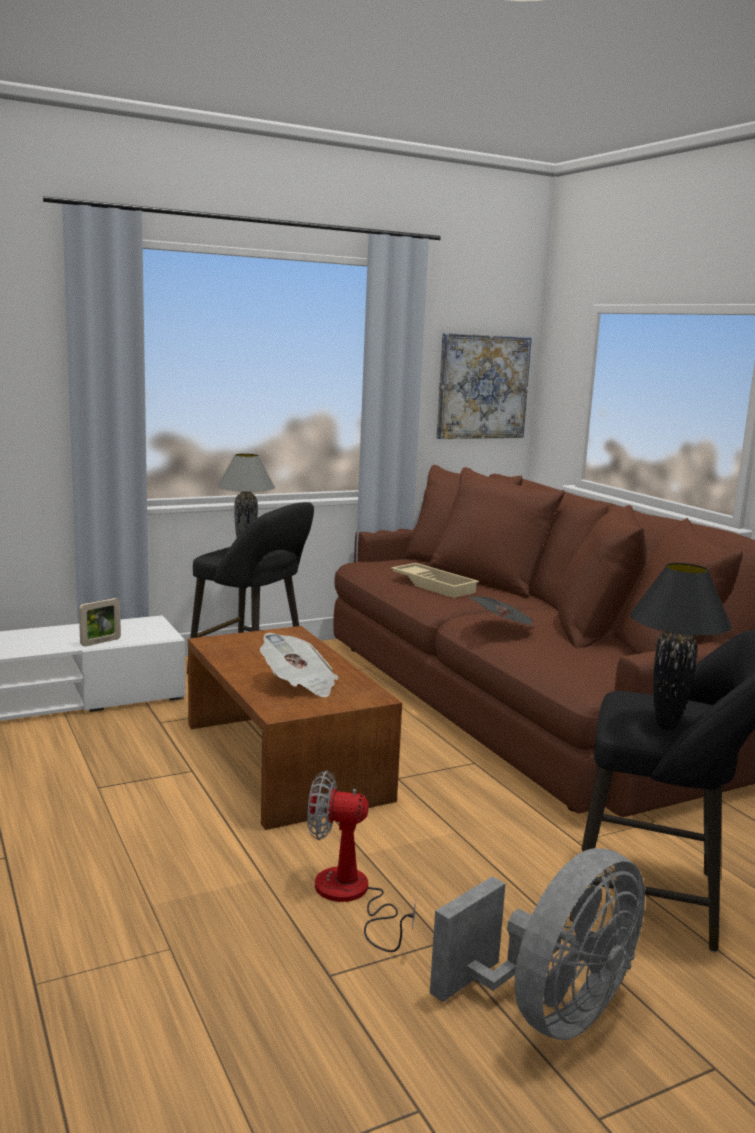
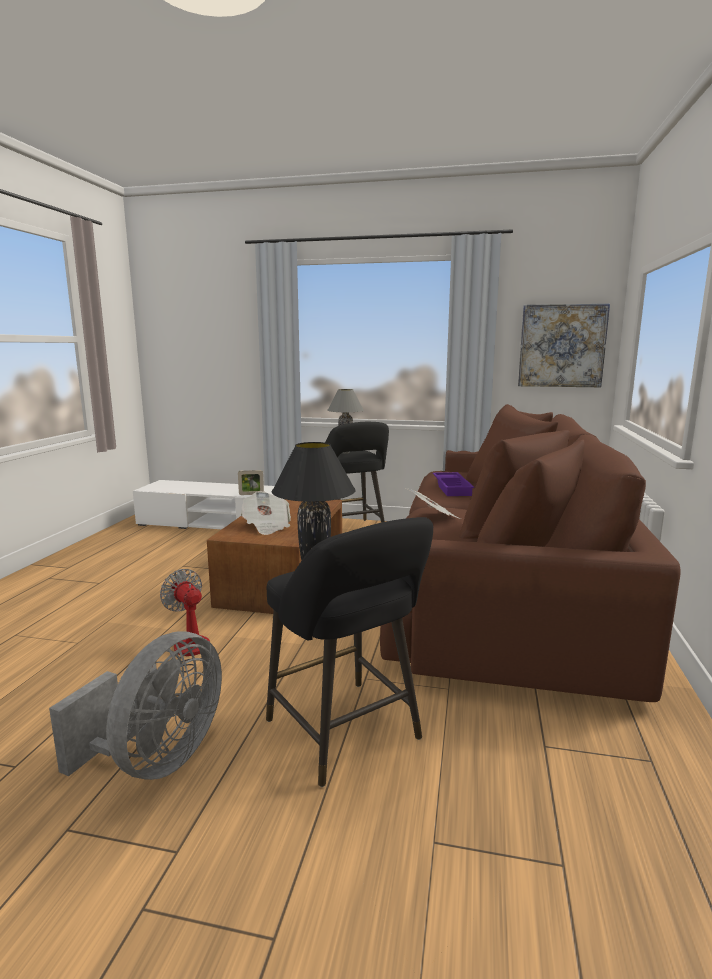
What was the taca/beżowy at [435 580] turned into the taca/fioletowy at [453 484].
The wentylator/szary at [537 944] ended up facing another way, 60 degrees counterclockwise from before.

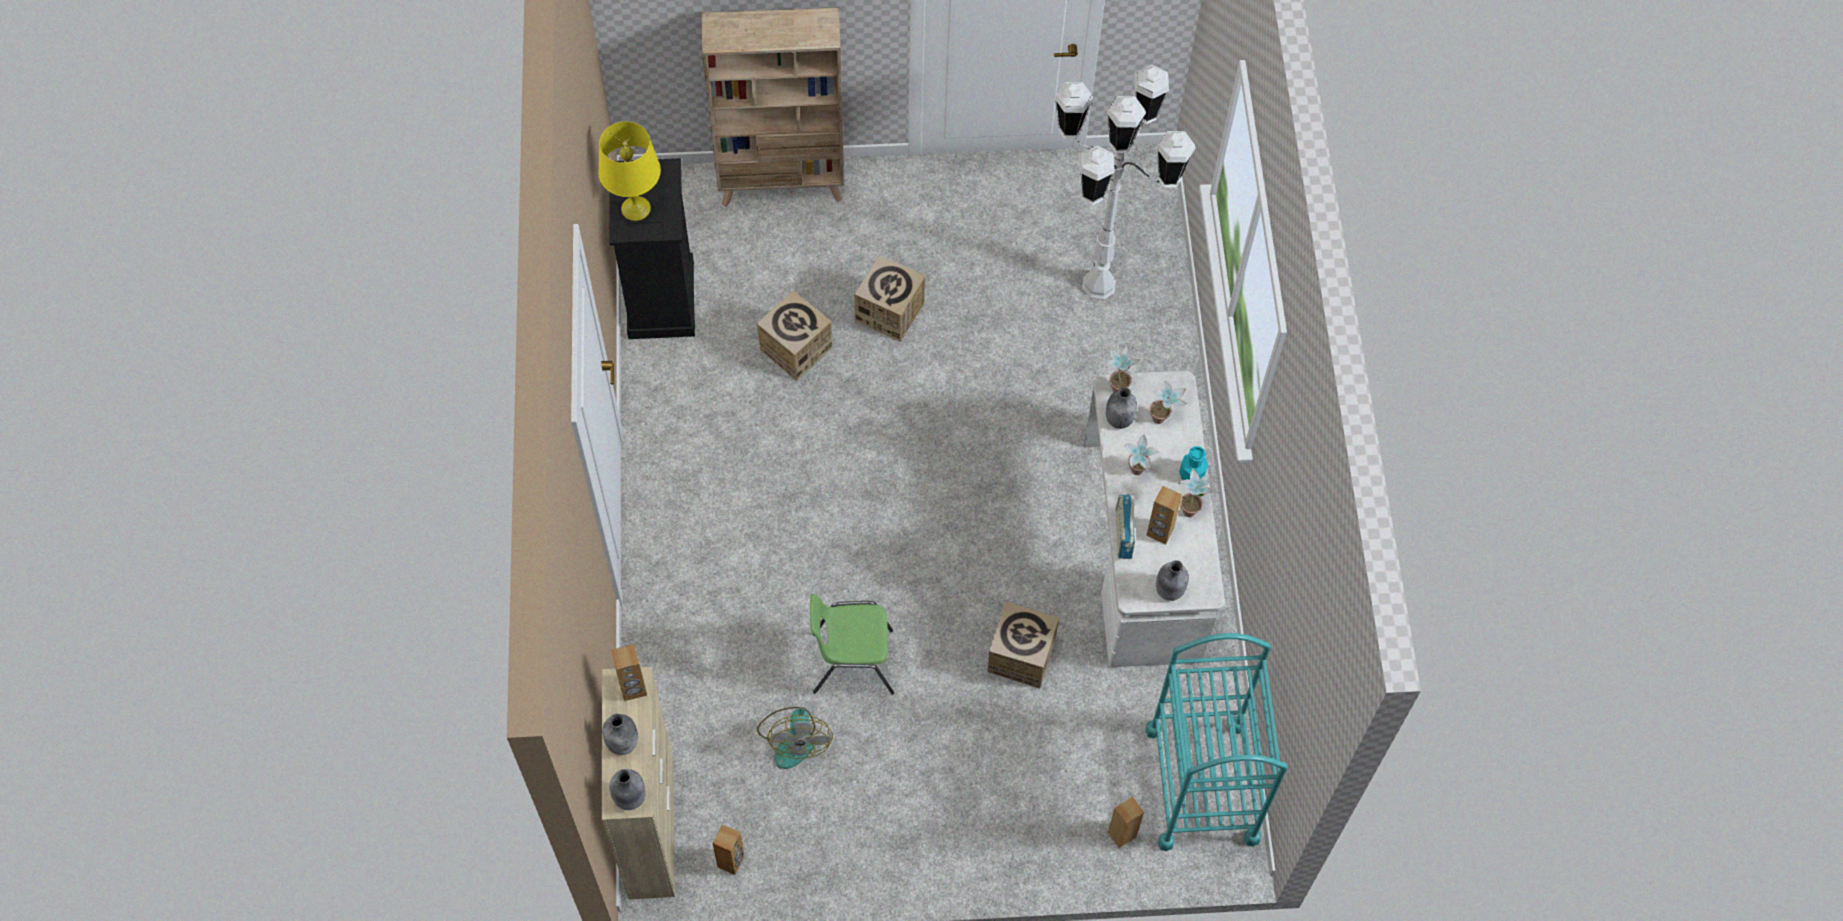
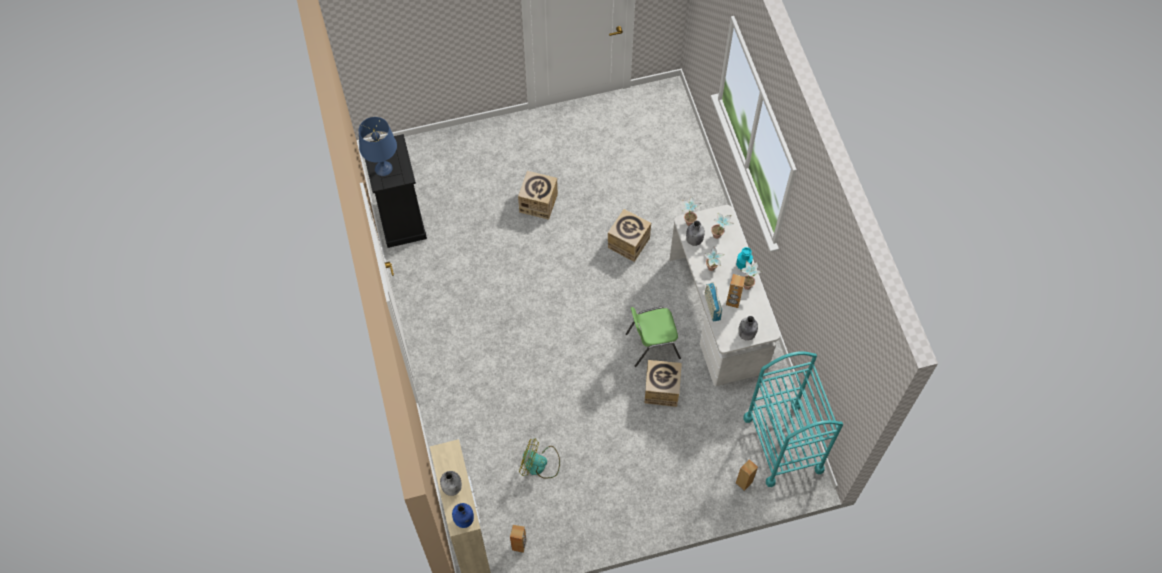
The second view lost the głośnik/brązowy at [629 672].
The second view lost the regał/beżowy at [772 107].
The second view lost the lampa stojąca/biały at [1125 182].
The karton ended up elsewhere, having gone from [795 336] to [629 235].
The krzesło/zielony ended up elsewhere, having gone from [852 644] to [653 337].
What was the lampa stołowa/żółty at [629 171] turned into the lampa stołowa/niebieski at [378 146].
What was the butelka/szary at [627 789] turned into the butelka/niebieski at [463 515].
The wentylator at [795 738] ended up facing another way, 120 degrees clockwise from before.

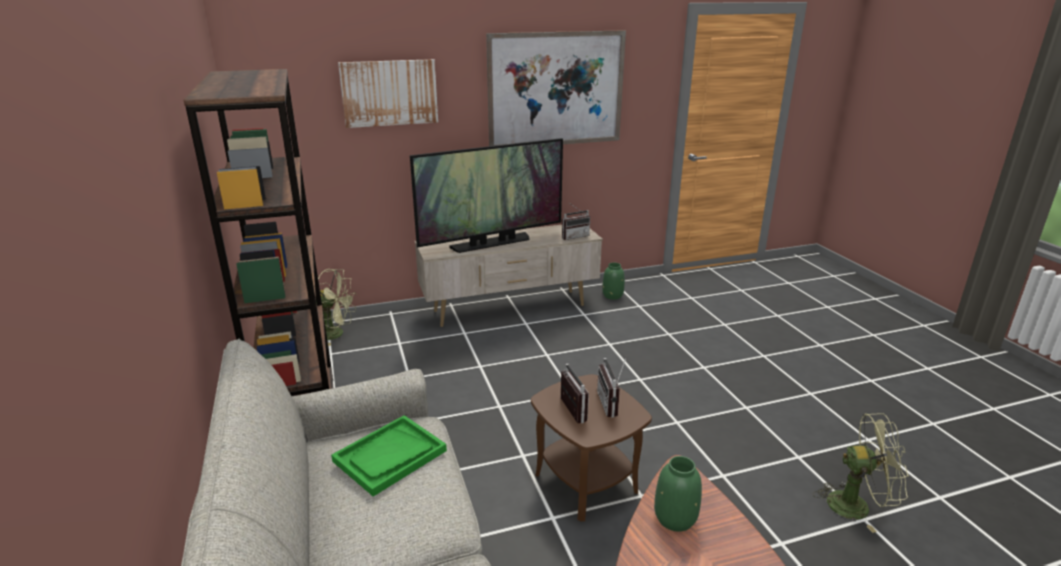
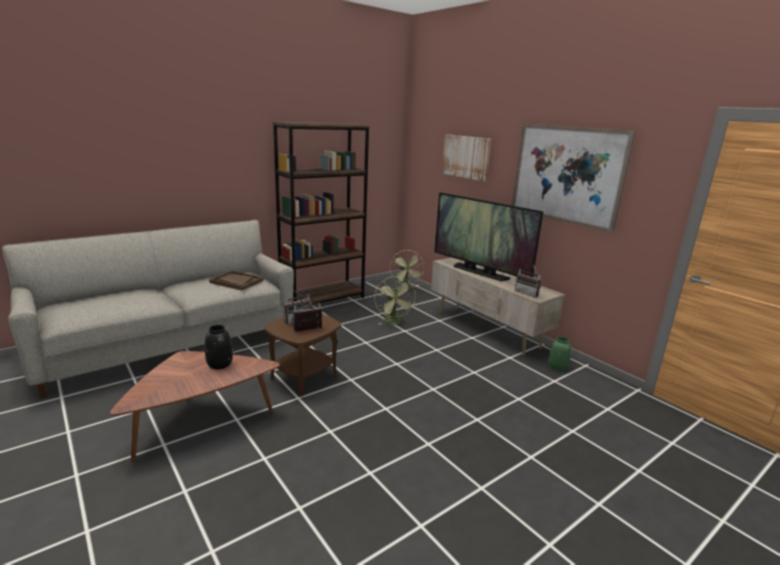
The wentylator/zielony ended up elsewhere, having gone from [861 473] to [395 300].
What was the taca/zielony at [389 456] turned into the taca/brązowy at [236 280].
What was the wazon/zielony at [678 494] turned into the wazon/czarny at [219 347].

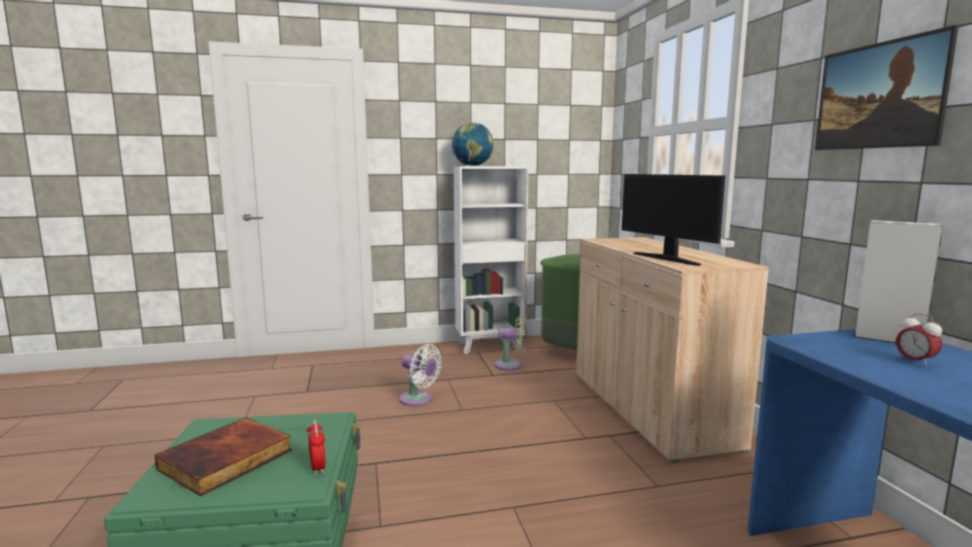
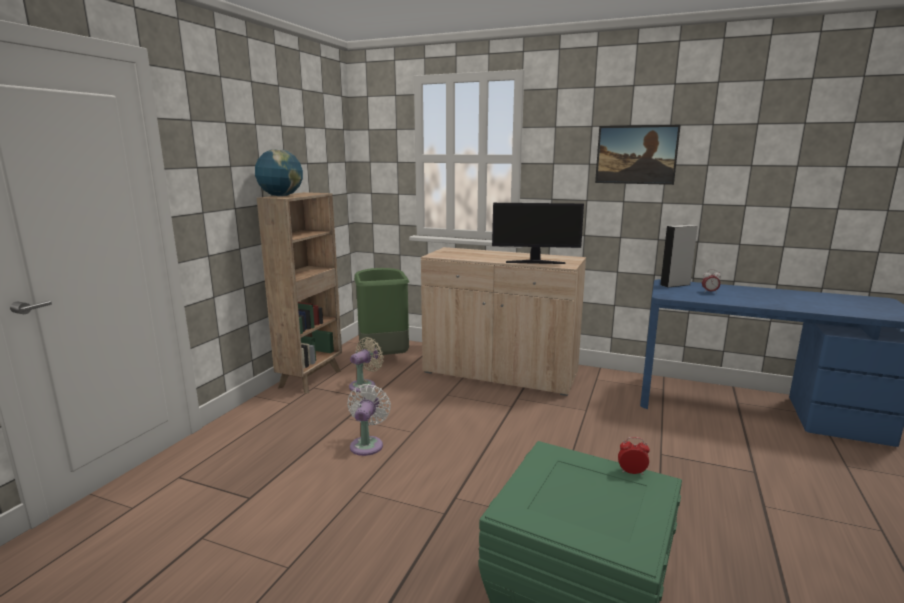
The second view lost the książka at [223 456].
What was the regał/biały at [491 260] turned into the regał/brązowy at [299 293].
The wentylator/biały at [420 375] ended up facing another way, 60 degrees counterclockwise from before.

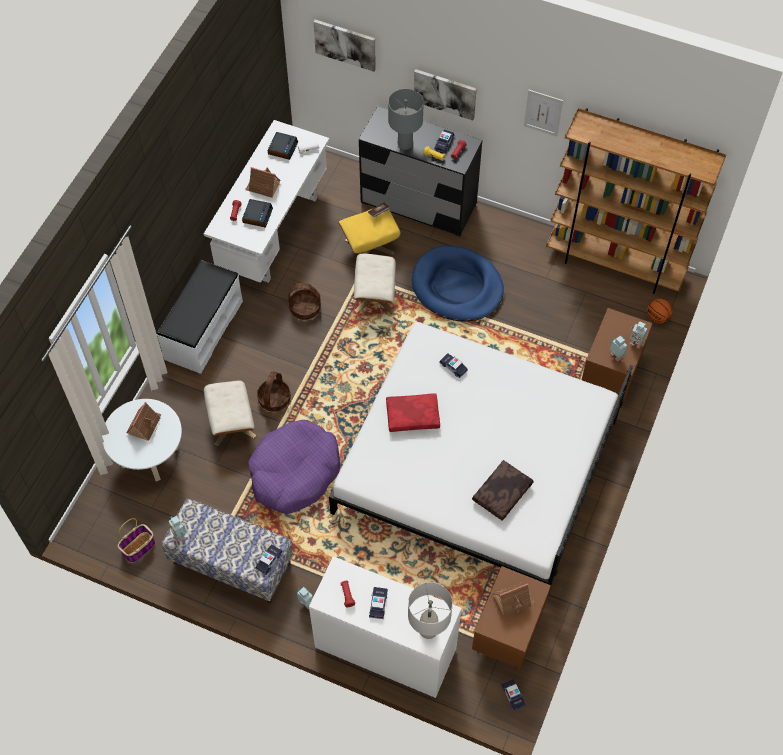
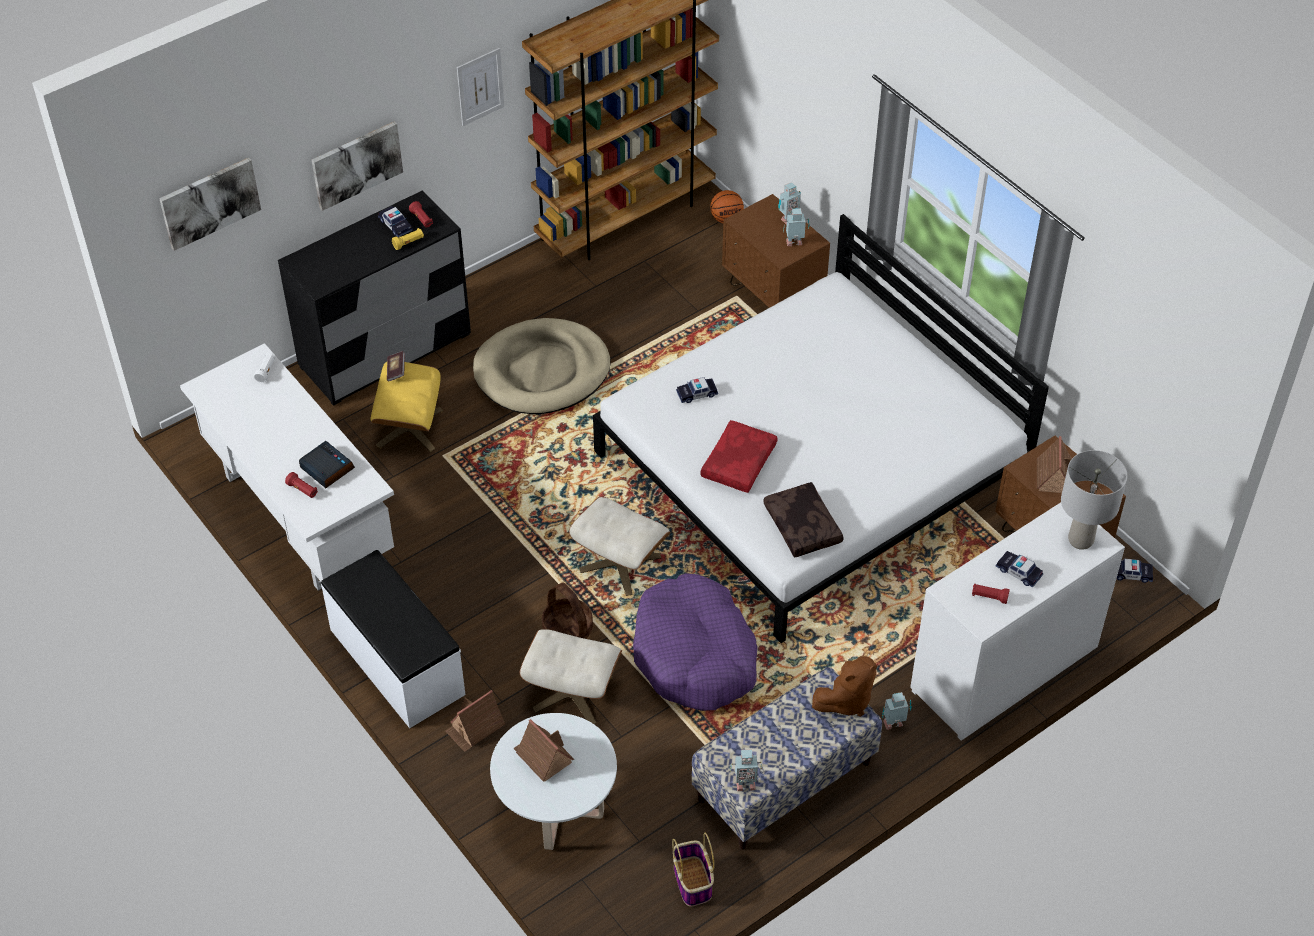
The second view lost the budzik at [283 146].
The second view lost the koszyk at [304 301].
The second view lost the lampa stołowa/szary at [406 119].
The domek ended up elsewhere, having gone from [263 182] to [475 721].
The pufa/beżowy ended up elsewhere, having gone from [375 283] to [620 546].
The poduszka/brązowy ended up elsewhere, having gone from [503 490] to [803 520].
Where the samochodzik stood at [269 559], the pluszak/brązowy came to stand at [844 686].
What was the legowisko/niebieski at [458 283] turned into the legowisko/beżowy at [542 366].

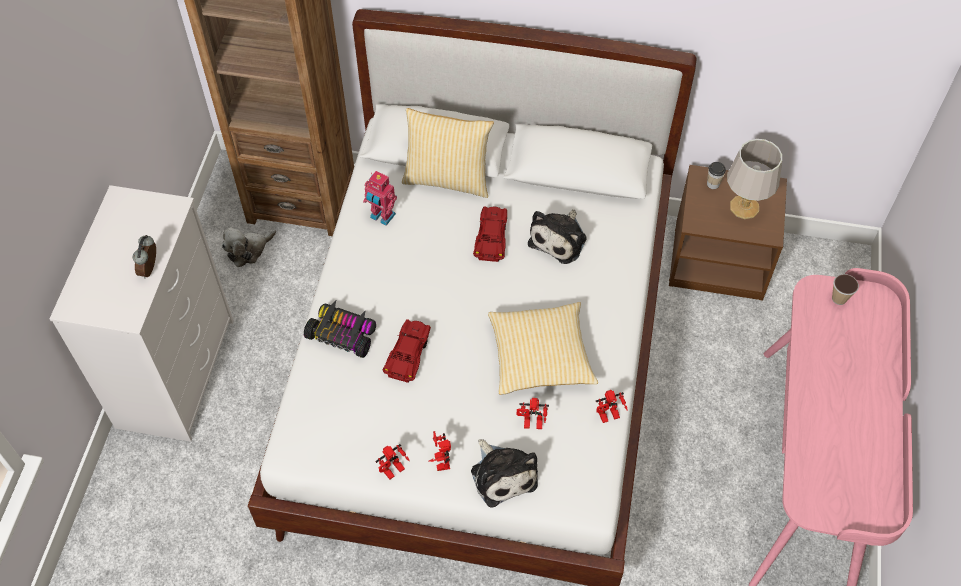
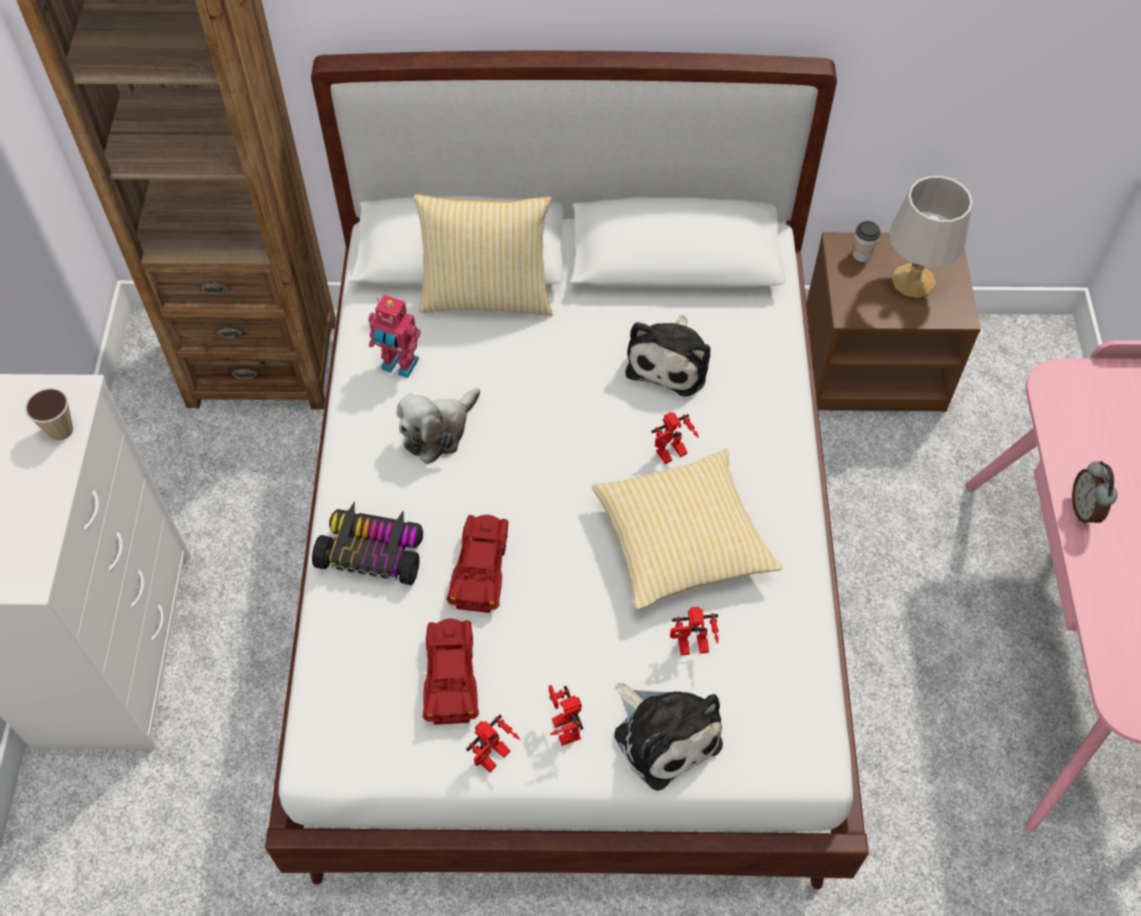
The budzik ended up elsewhere, having gone from [144 257] to [1095 493].
The pluszak ended up elsewhere, having gone from [249 247] to [438 426].
The samochodzik/czerwony ended up elsewhere, having gone from [490 234] to [450 672].
The robot zabawkowy ended up elsewhere, having gone from [612 406] to [675 438].
The filiżanka ended up elsewhere, having gone from [845 289] to [49 414].

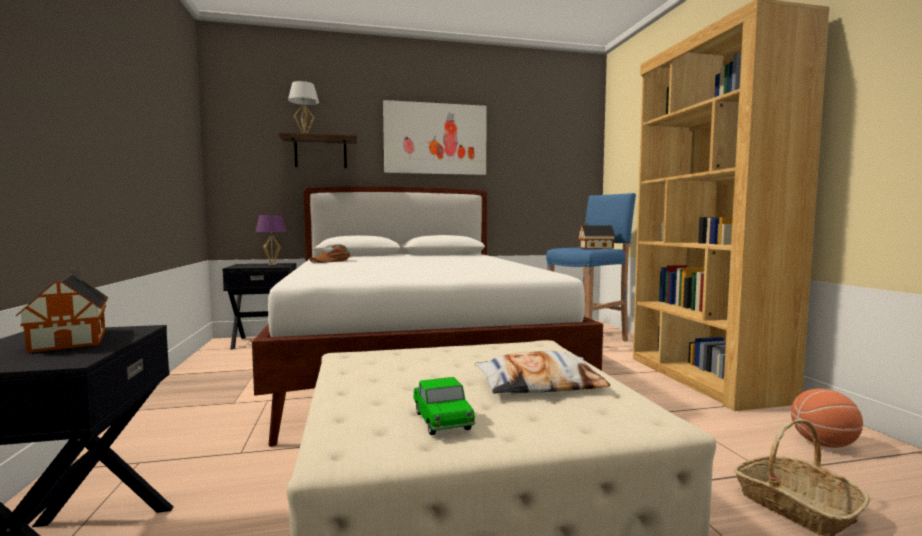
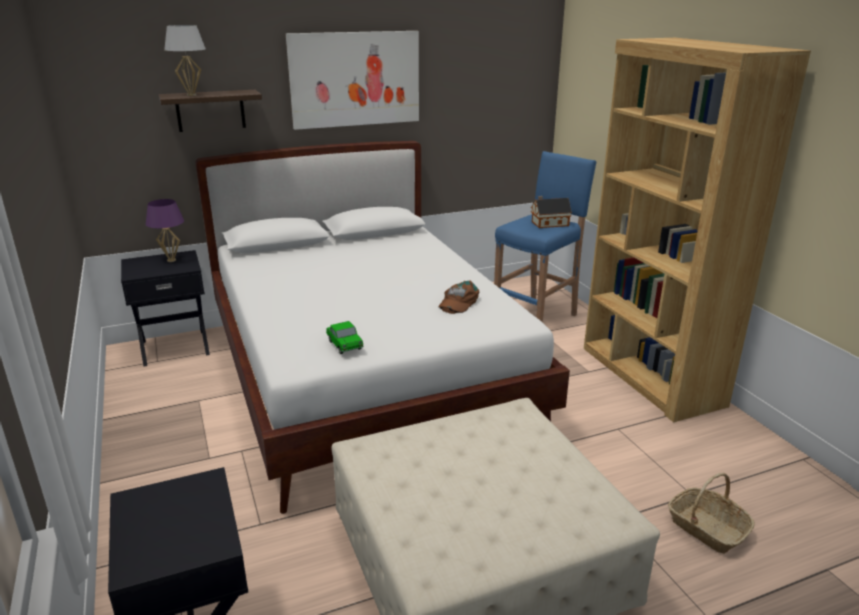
The second view lost the domek at [62 310].
The second view lost the poduszka at [543 372].
The second view lost the piłka do koszykówki at [827 418].
The czapka z daszkiem/brązowy ended up elsewhere, having gone from [330 254] to [458 297].
The samochodzik ended up elsewhere, having gone from [444 406] to [345 337].

